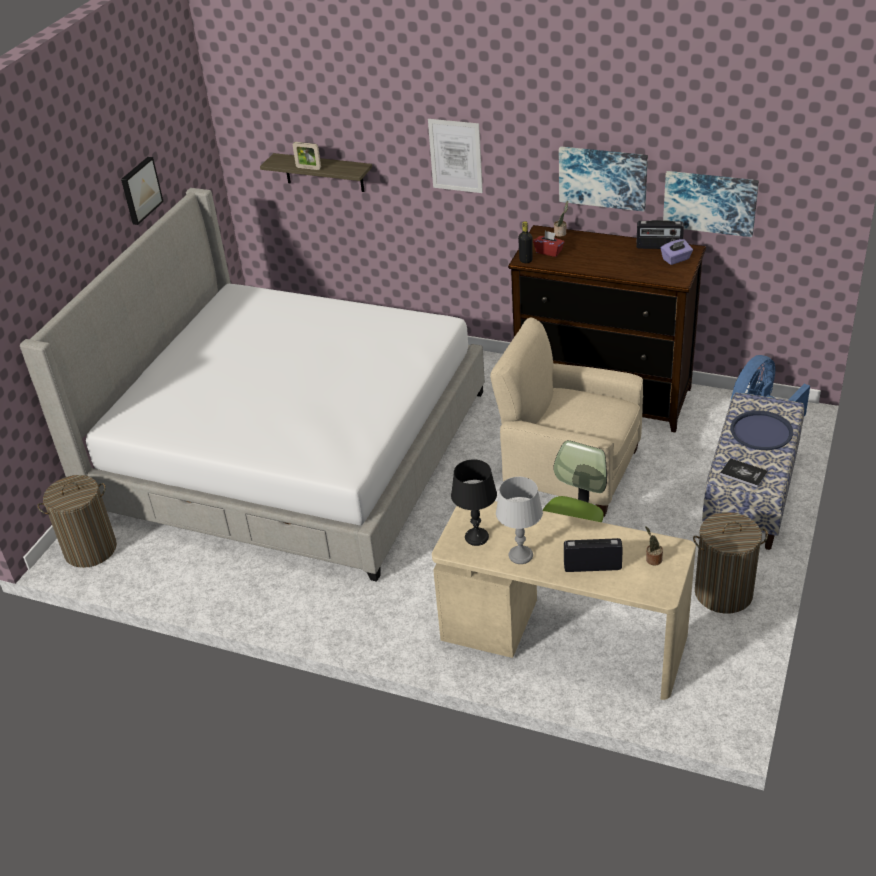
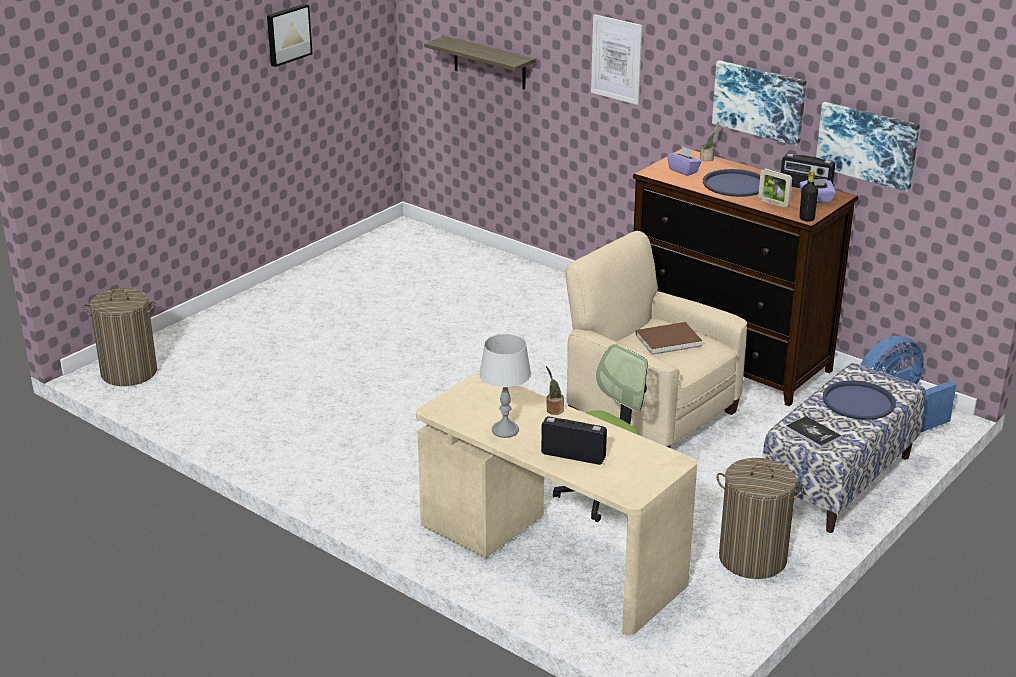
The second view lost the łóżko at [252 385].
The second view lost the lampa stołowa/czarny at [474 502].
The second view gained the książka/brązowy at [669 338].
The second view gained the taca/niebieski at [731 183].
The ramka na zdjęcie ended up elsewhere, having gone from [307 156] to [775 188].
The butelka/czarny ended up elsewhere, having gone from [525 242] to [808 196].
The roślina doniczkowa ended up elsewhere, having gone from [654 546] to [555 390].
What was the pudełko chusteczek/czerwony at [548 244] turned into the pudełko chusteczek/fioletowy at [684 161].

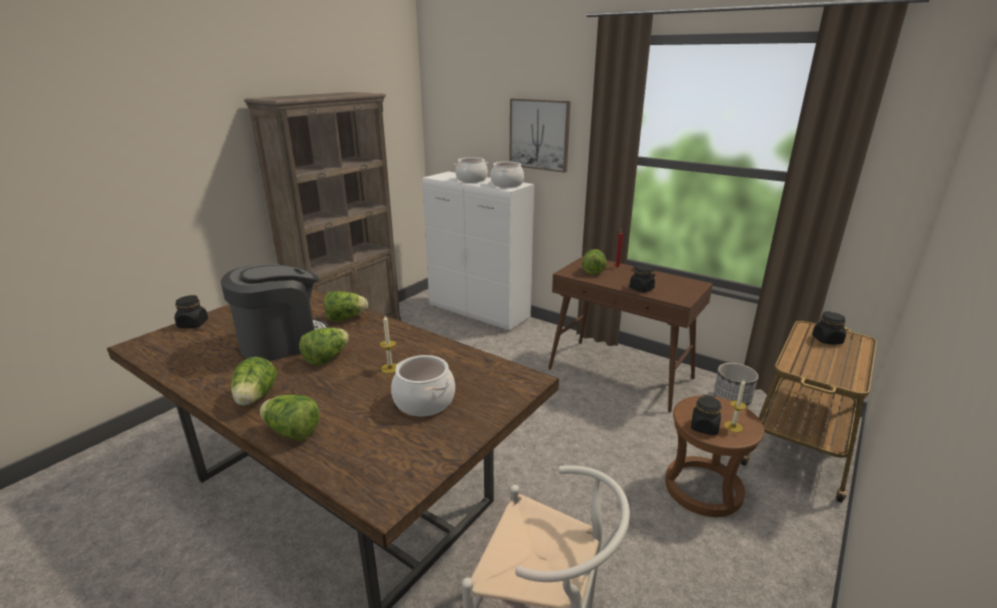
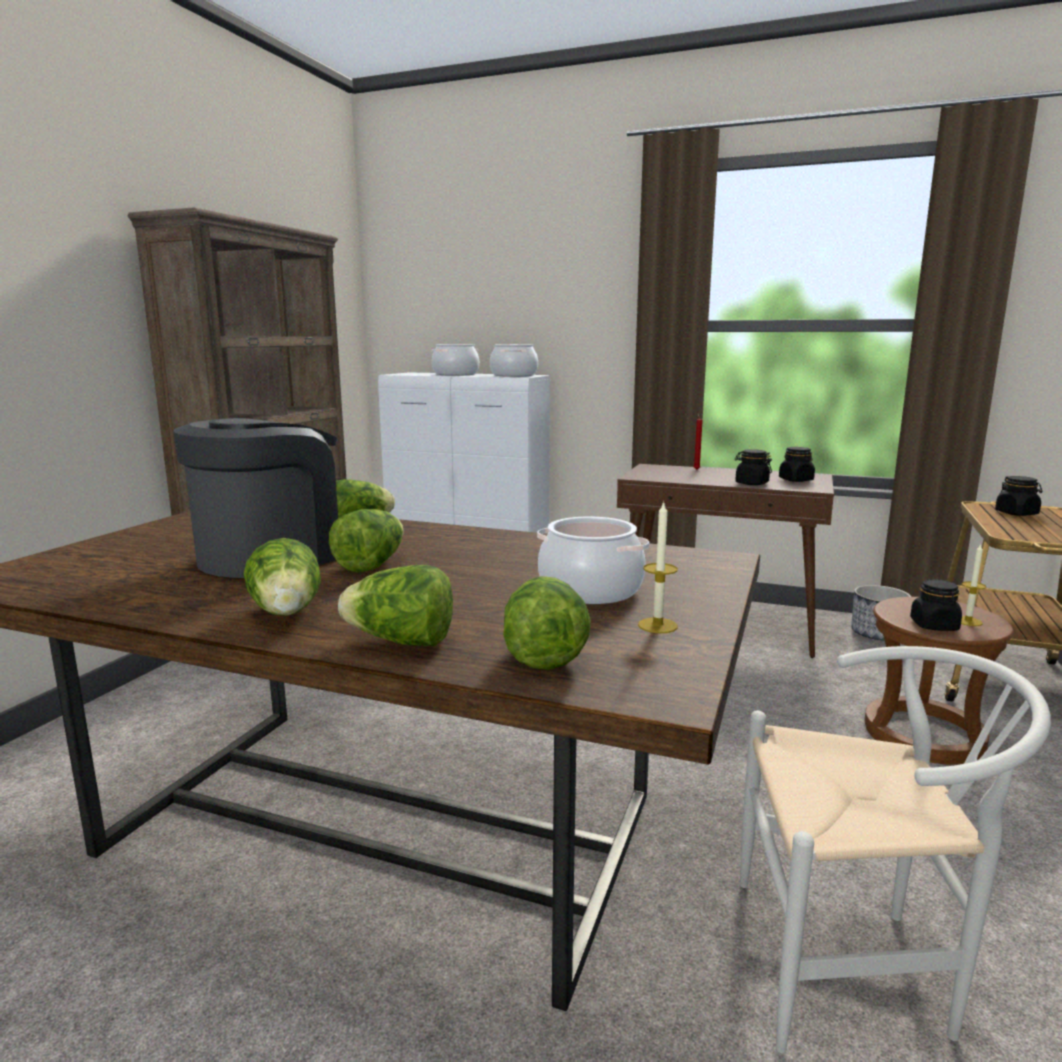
The second view lost the obraz at [540 135].
The słoik/czarny ended up elsewhere, having gone from [191 311] to [797 464].
The świeca ended up elsewhere, having gone from [388 344] to [658 567].
The sałata ended up elsewhere, having gone from [594 262] to [547 623].

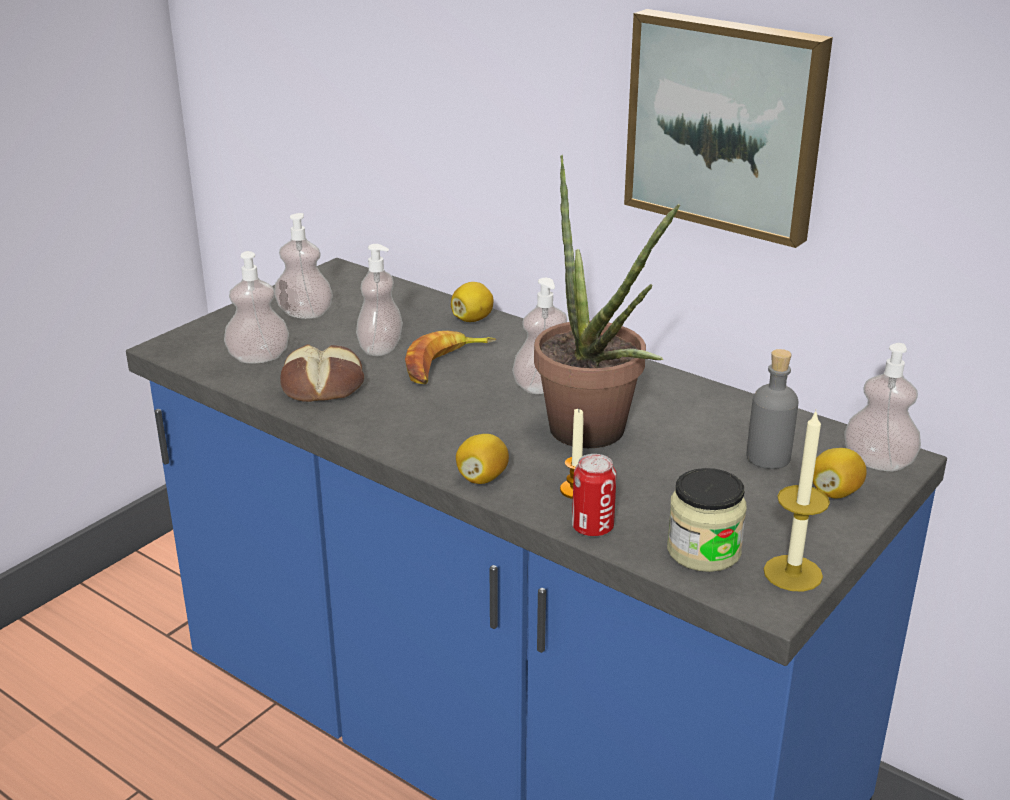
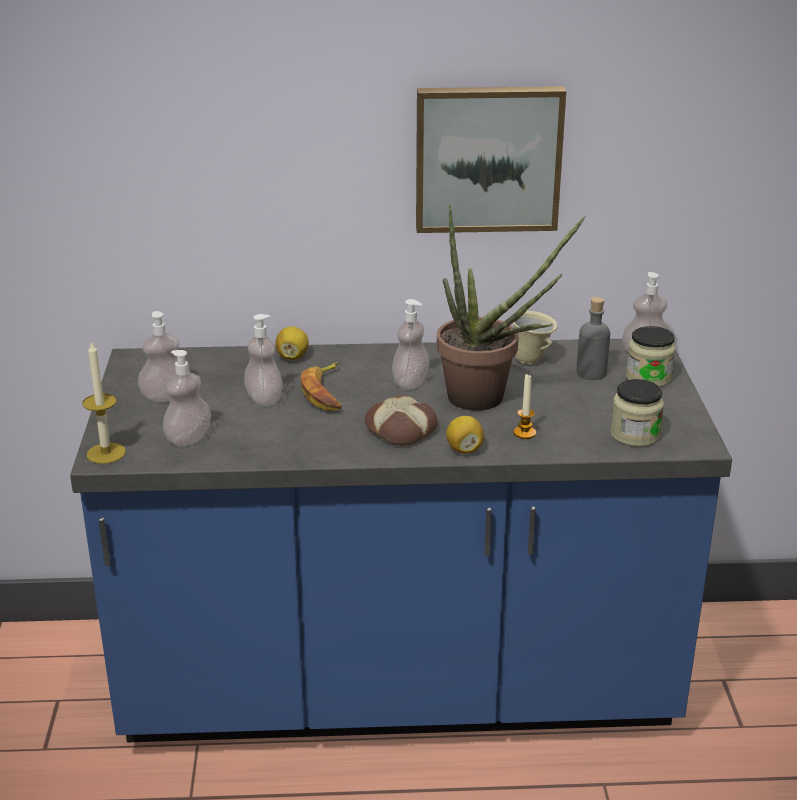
The second view lost the puszka at [594 495].
The second view gained the kubek/beżowy at [535 337].
The chleb ended up elsewhere, having gone from [322 373] to [401 420].
The świeca ended up elsewhere, having gone from [797 501] to [104 402].
Where the cytryna stood at [839 473], the słoik came to stand at [650 356].

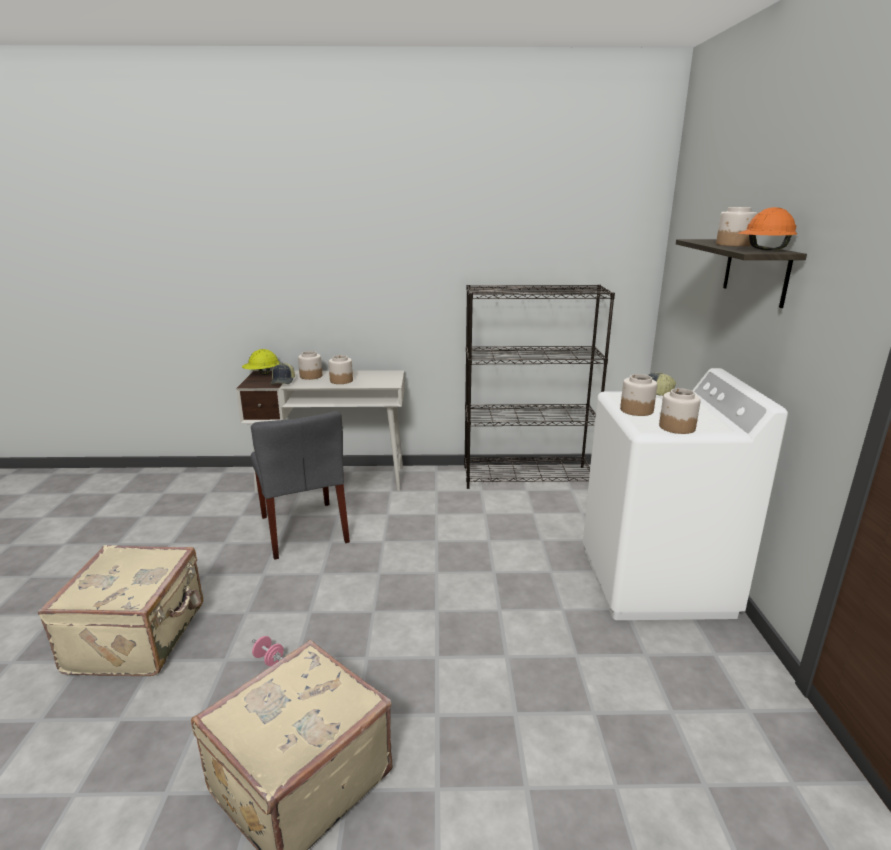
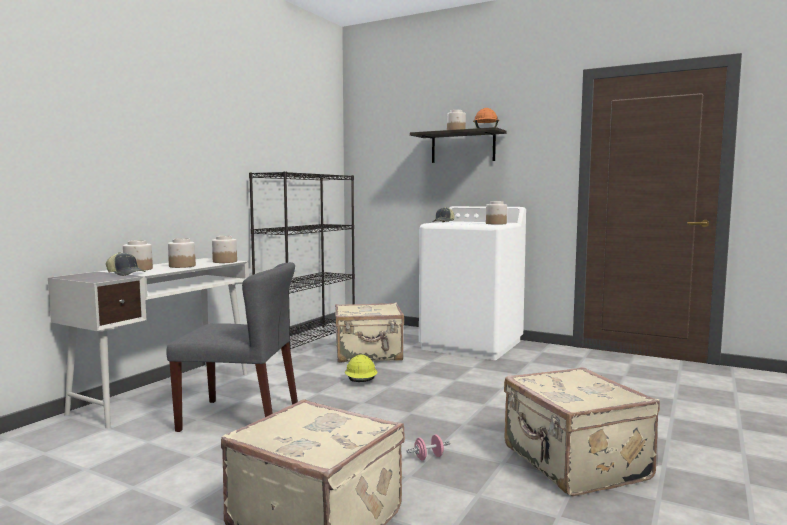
The second view gained the walizka/beżowy at [369 333].
The kask/żółty ended up elsewhere, having gone from [261 362] to [361 368].
The słoik ended up elsewhere, having gone from [638 395] to [224 249].

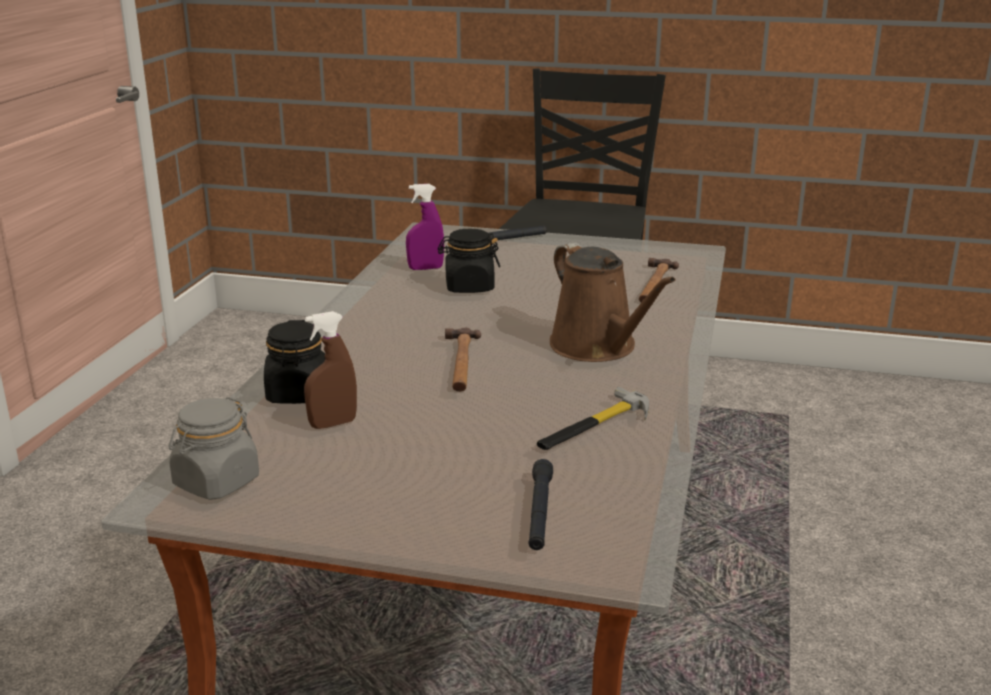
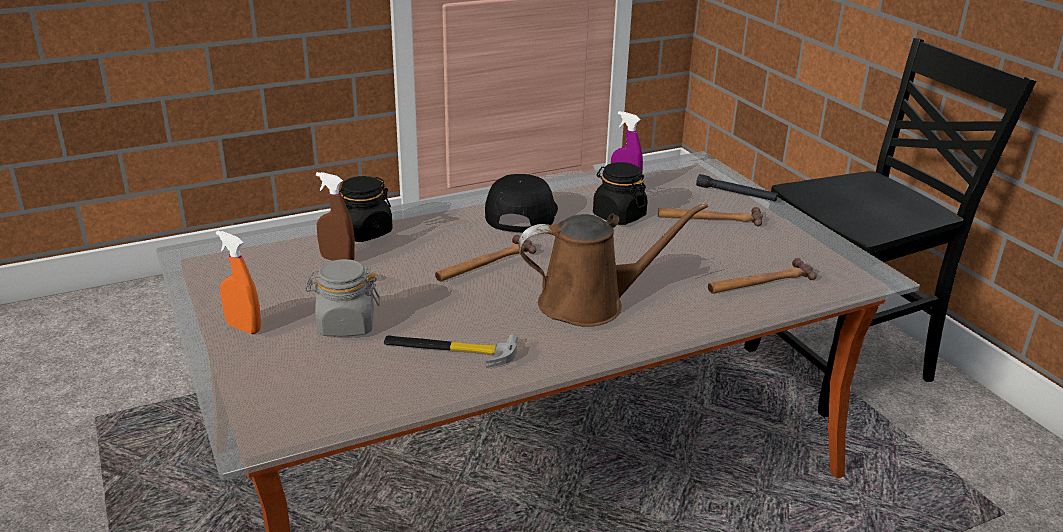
The second view lost the latarka/czarny at [540 504].
The second view gained the spryskiwacz/pomarańczowy at [238 282].
The second view gained the czapka z daszkiem/czarny at [521 203].
The second view gained the młotek at [710 216].
The słoik/szary ended up elsewhere, having gone from [214 448] to [342 297].
The konewka/brązowy at [613 302] ended up facing another way, 120 degrees counterclockwise from before.

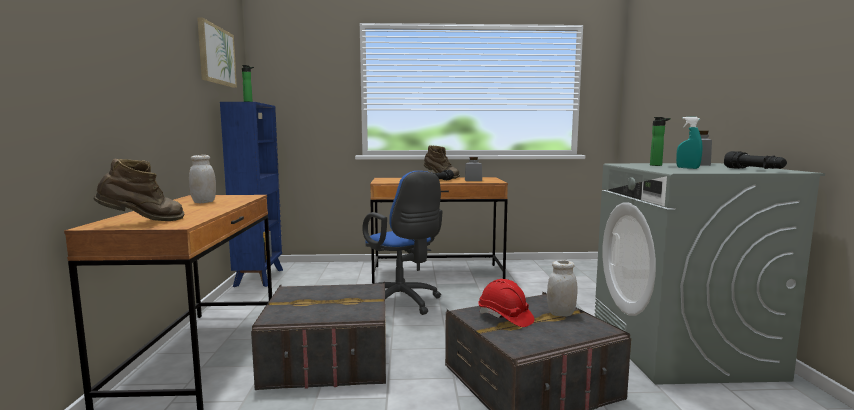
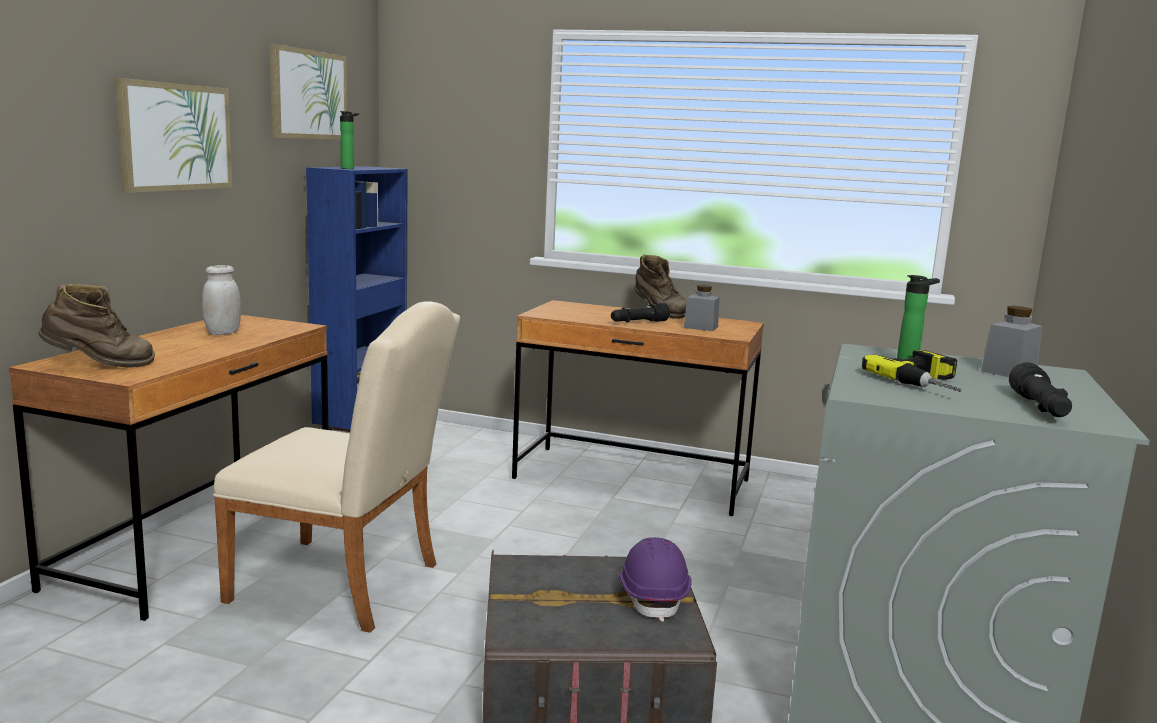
The second view lost the krzesło biurowe/niebieski at [402 243].
The second view lost the kask/czerwony at [506 303].
The second view gained the obraz at [173 135].
Where the pojemnik do przechowywania/szary stood at [318 336], the krzesło/beżowy came to stand at [336 467].
Where the słoik/biały stood at [562 288], the kask/fioletowy came to stand at [655 579].
Where the spryskiwacz/turkusowy stood at [689 143], the wiertarka came to stand at [912 371].

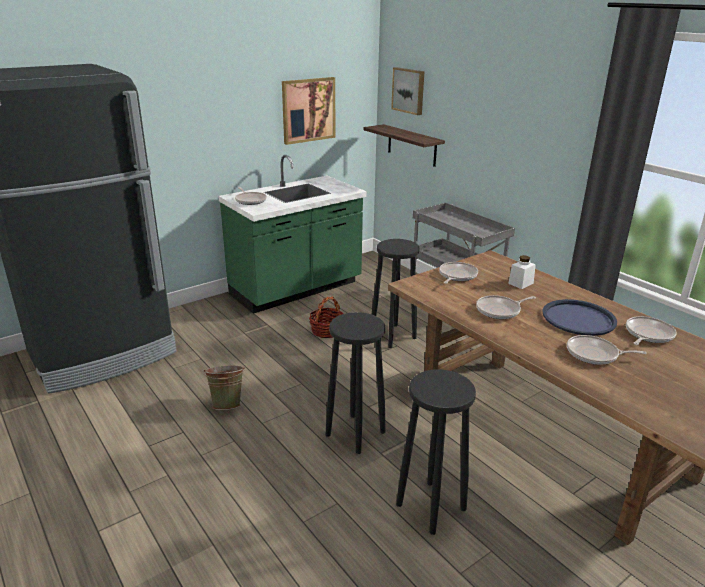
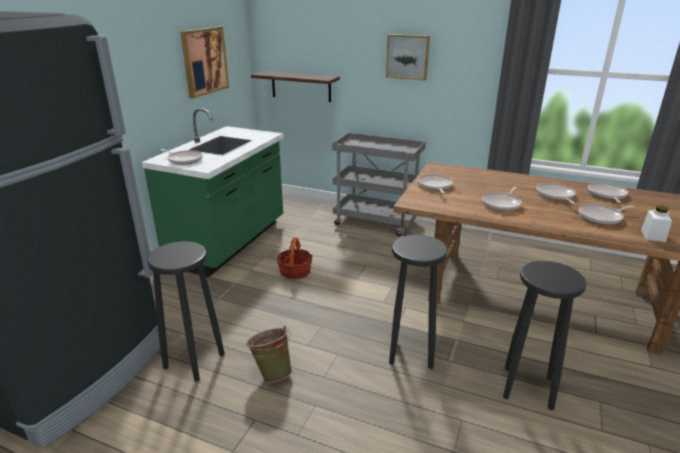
The stołek/czarny ended up elsewhere, having gone from [396 293] to [186 311].
The obraz ended up elsewhere, having gone from [408 91] to [408 57].
The słoik/biały ended up elsewhere, having gone from [522 272] to [656 223].
Where the taca/niebieski stood at [579 317], the patelnia came to stand at [556 193].

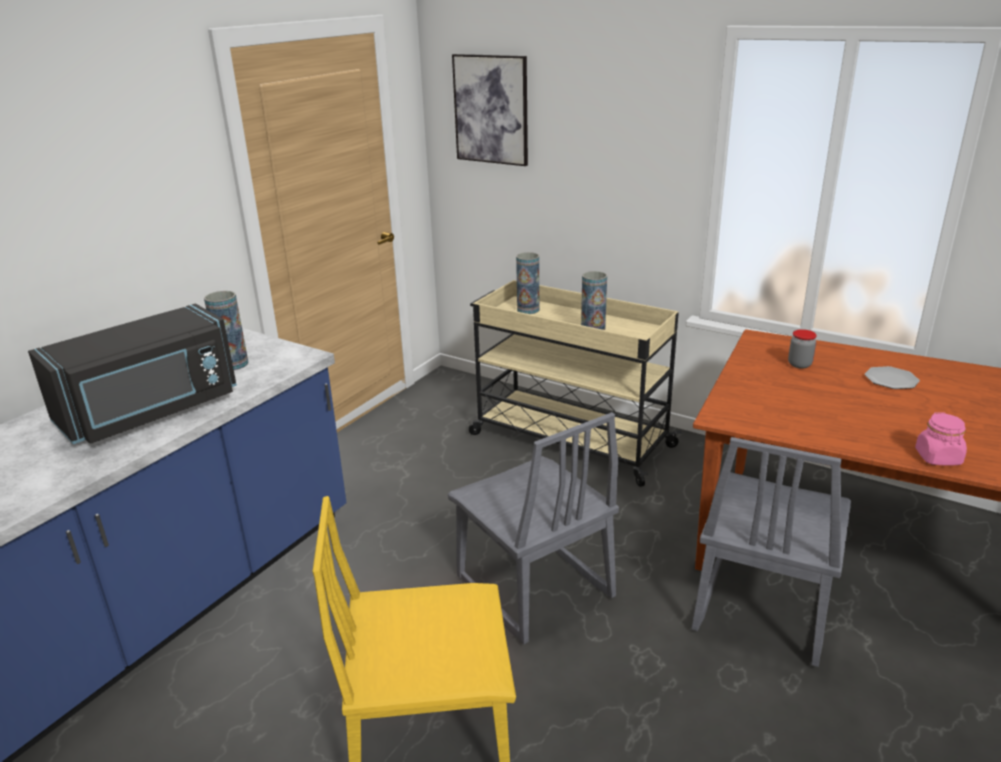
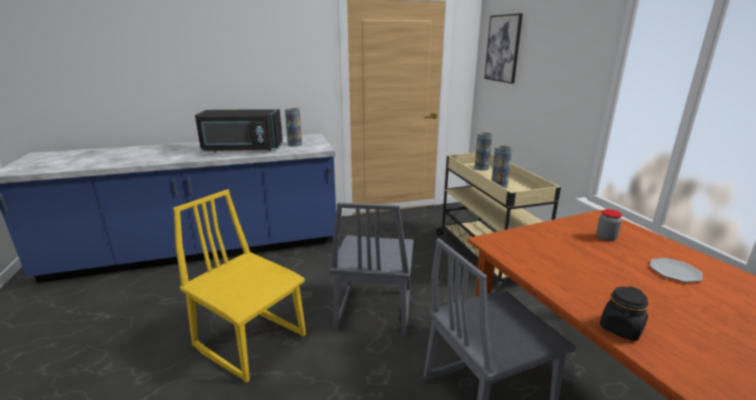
What was the słoik/różowy at [941 439] turned into the słoik/czarny at [624 313].

